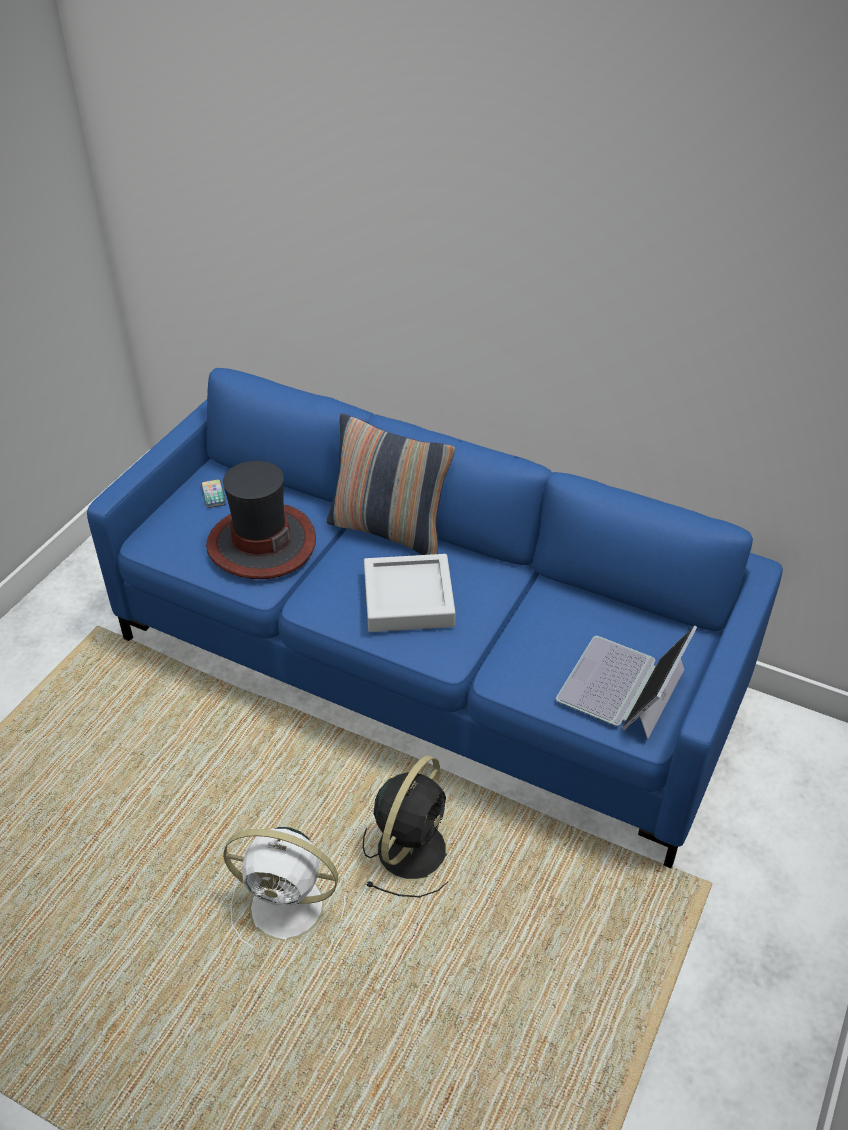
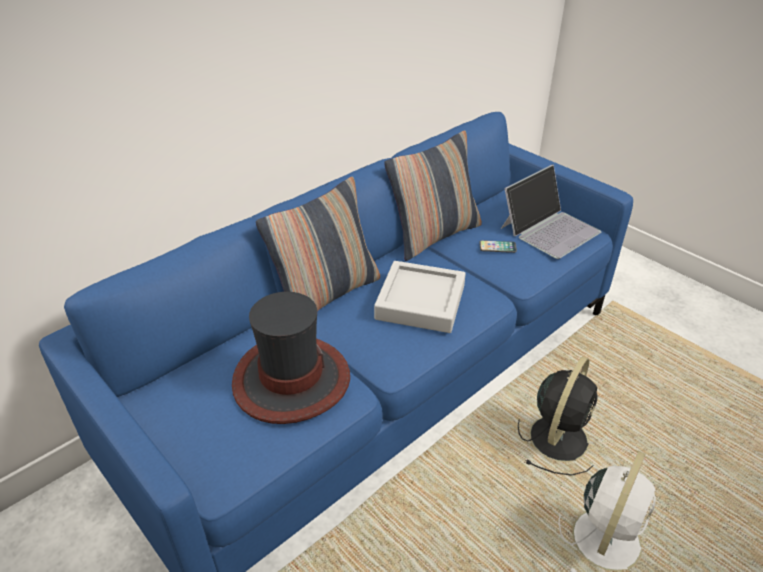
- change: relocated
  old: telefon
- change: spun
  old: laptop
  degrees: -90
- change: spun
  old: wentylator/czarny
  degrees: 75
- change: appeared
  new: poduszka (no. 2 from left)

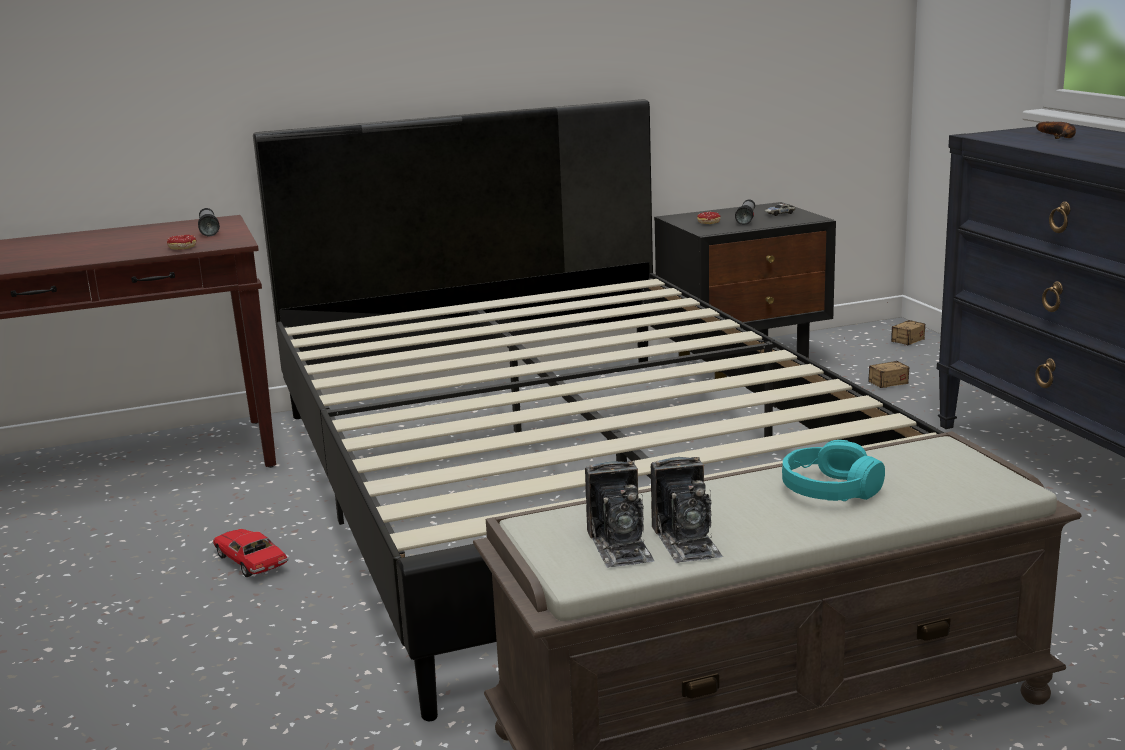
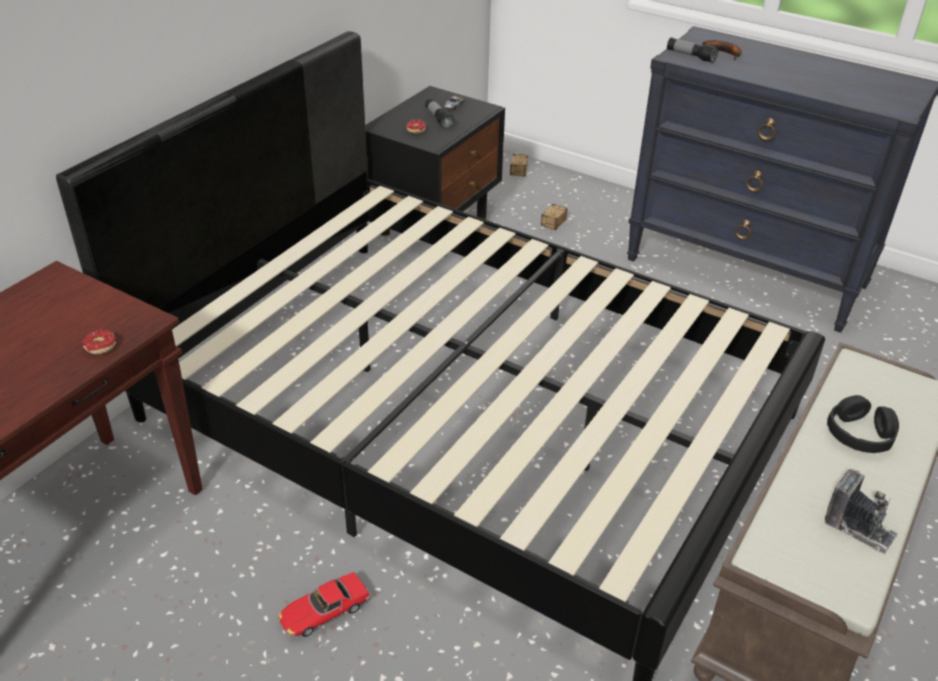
- change: relocated
  old: latarka (no. 1 from left in the first image)
  new: latarka (no. 2 from left)
- change: colour
  old: słuchawki/turkusowy
  new: słuchawki/czarny
- change: missing
  old: aparat fotograficzny (no. 1 from left)
- change: spun
  old: samochodzik (no. 1 from left)
  degrees: -45

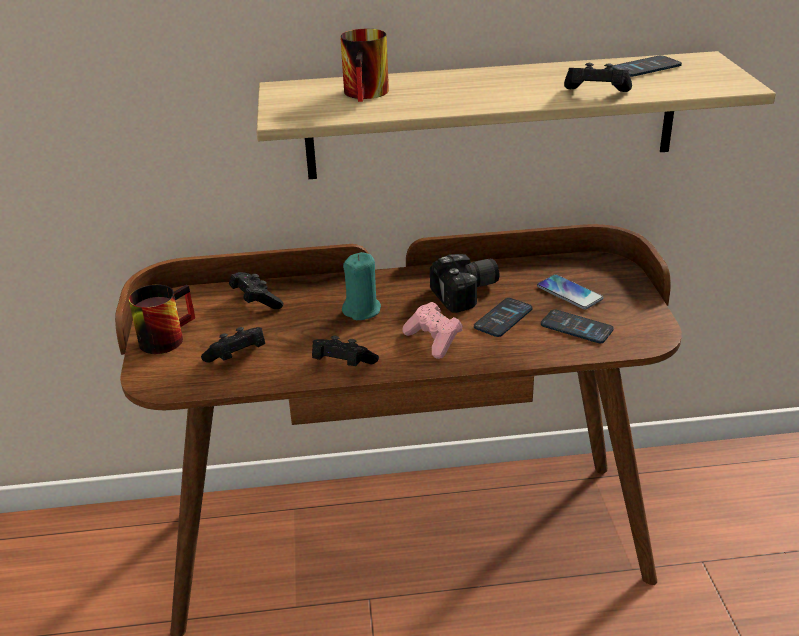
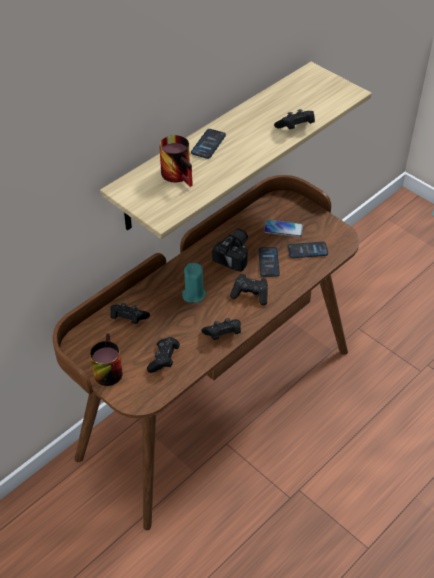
- change: relocated
  old: telefon (no. 4 from left in the first image)
  new: telefon (no. 1 from left)
- change: colour
  old: pad do gier/różowy
  new: pad do gier/czarny (no. 4 from left)

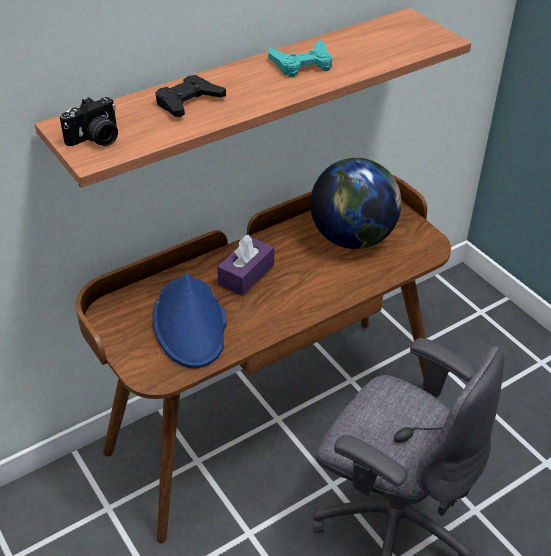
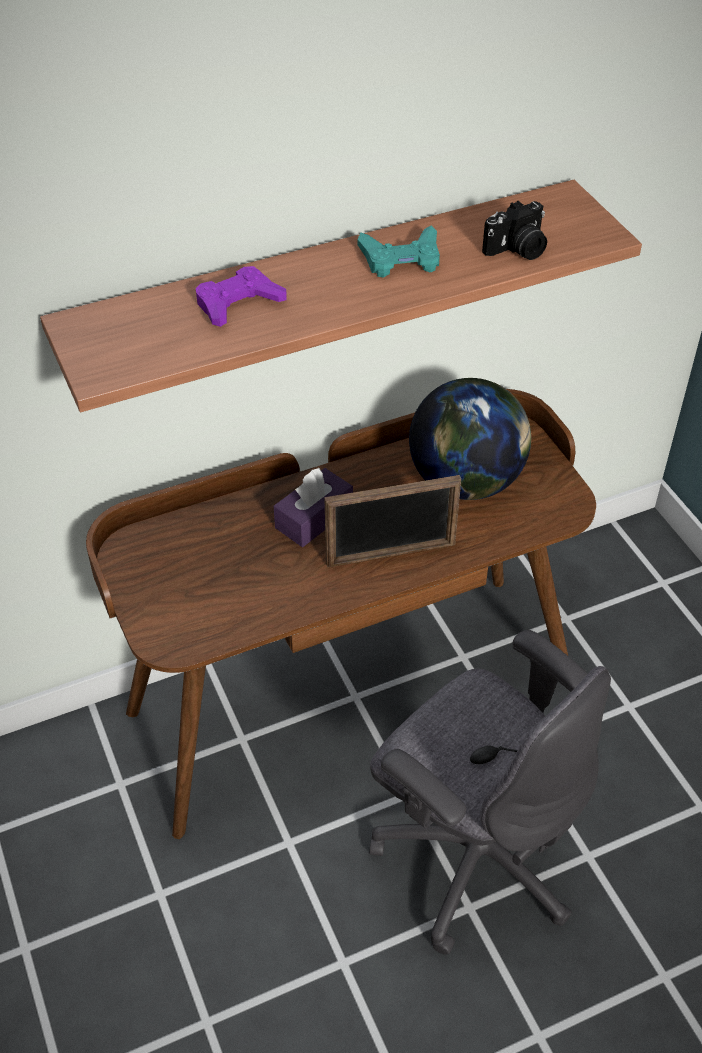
- change: colour
  old: pad do gier/czarny
  new: pad do gier/fioletowy
- change: relocated
  old: aparat fotograficzny
- change: missing
  old: kapelusz/niebieski
- change: appeared
  new: ramka na zdjęcie

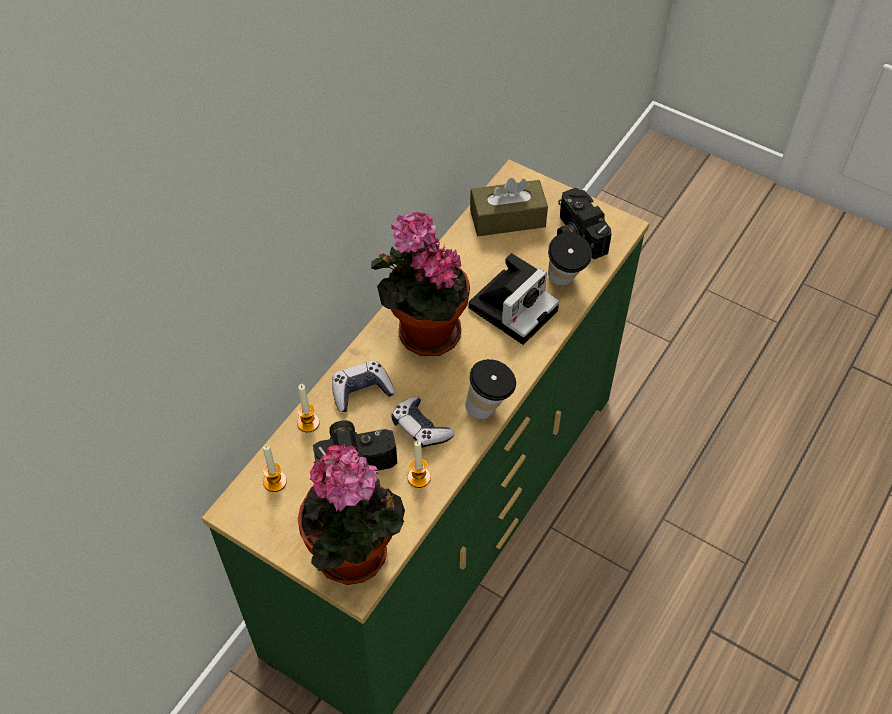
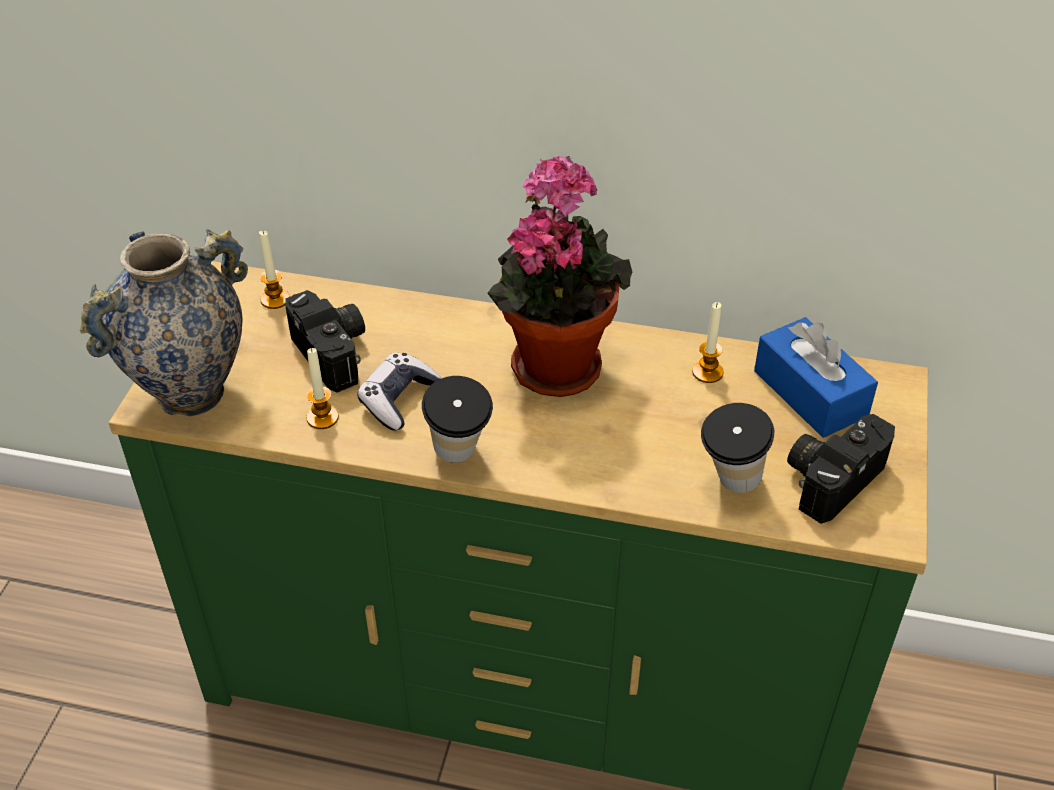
- change: colour
  old: pudełko chusteczek/brązowy
  new: pudełko chusteczek/niebieski
- change: missing
  old: aparat fotograficzny (no. 2 from left)
- change: missing
  old: pad do gier (no. 1 from left)
- change: relocated
  old: świeca (no. 2 from left in the first image)
  new: świeca (no. 3 from left)
- change: exchanged
  old: roślina doniczkowa (no. 1 from left)
  new: wazon

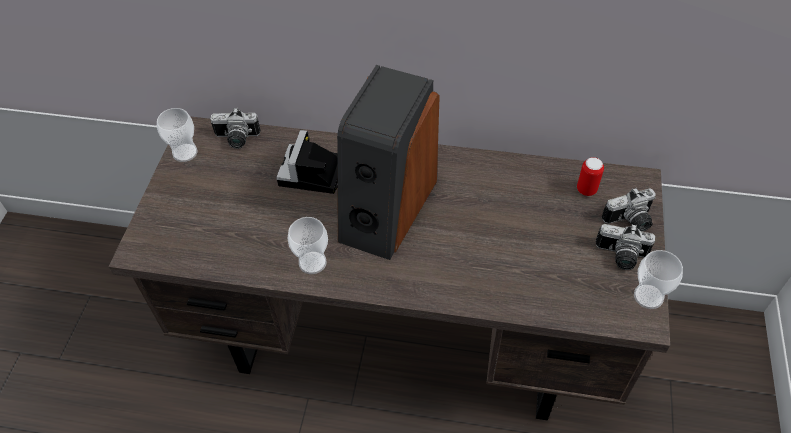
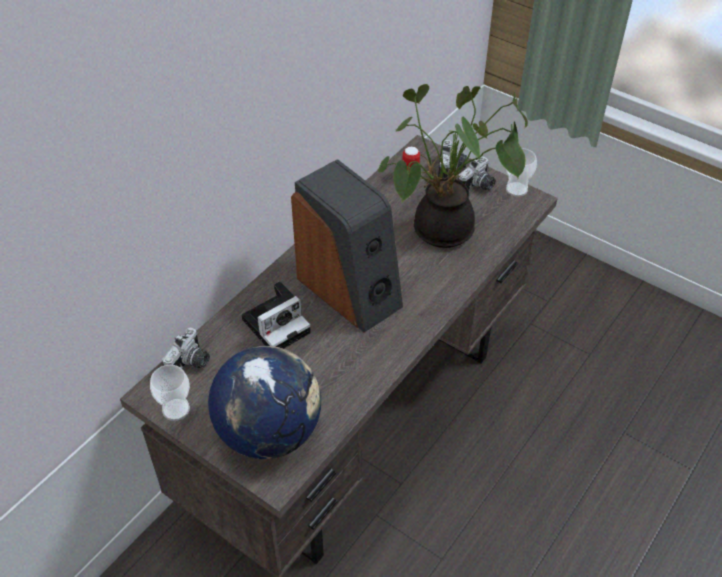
- change: spun
  old: aparat fotograficzny (no. 2 from left)
  degrees: -75
- change: missing
  old: filiżanka (no. 2 from left)
- change: appeared
  new: roślina doniczkowa
- change: appeared
  new: globus

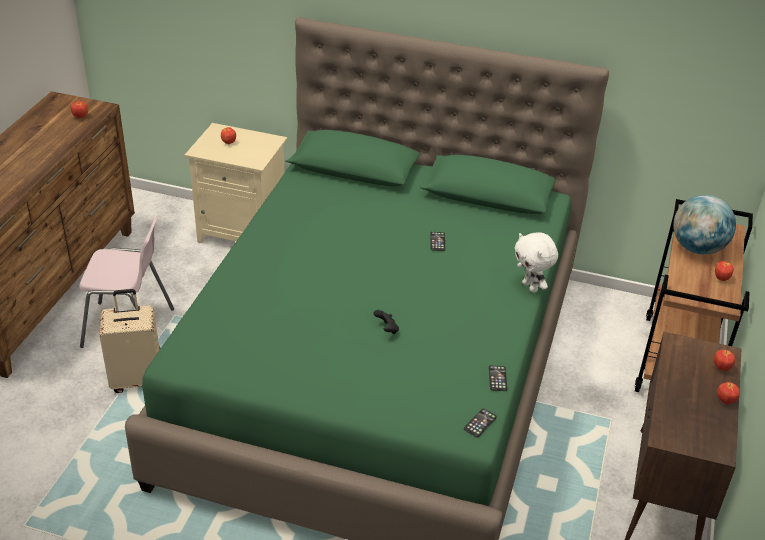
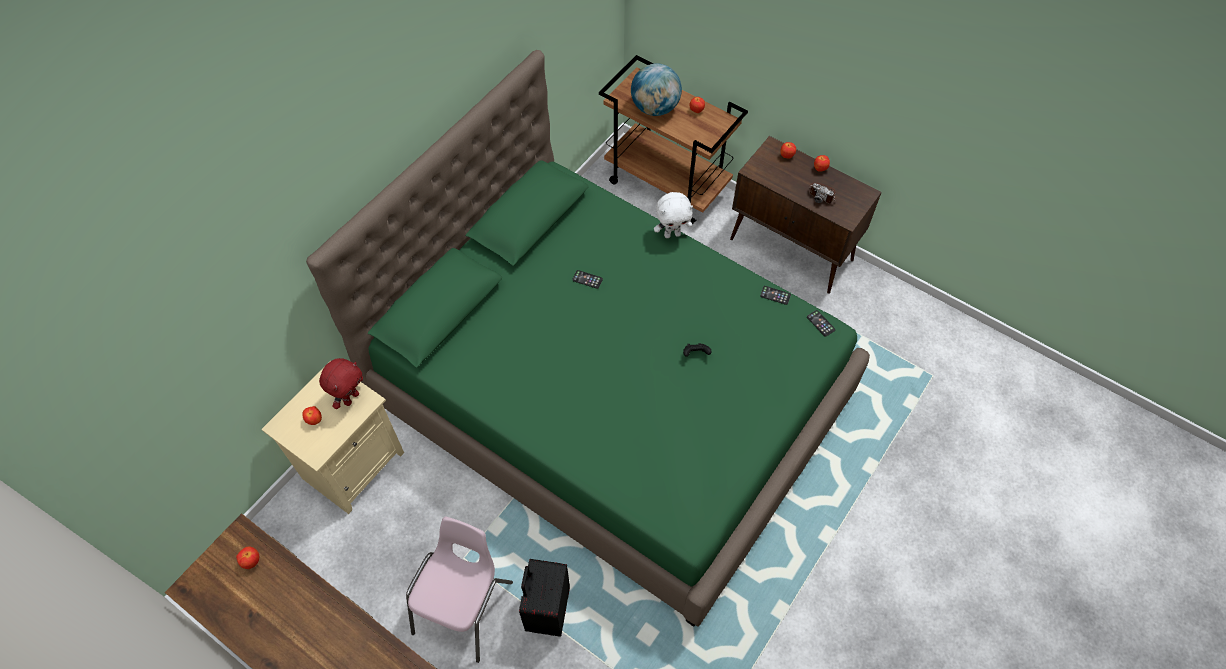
- change: colour
  old: walizka/beżowy
  new: walizka/czarny
- change: appeared
  new: aparat fotograficzny
- change: appeared
  new: pluszak/czerwony

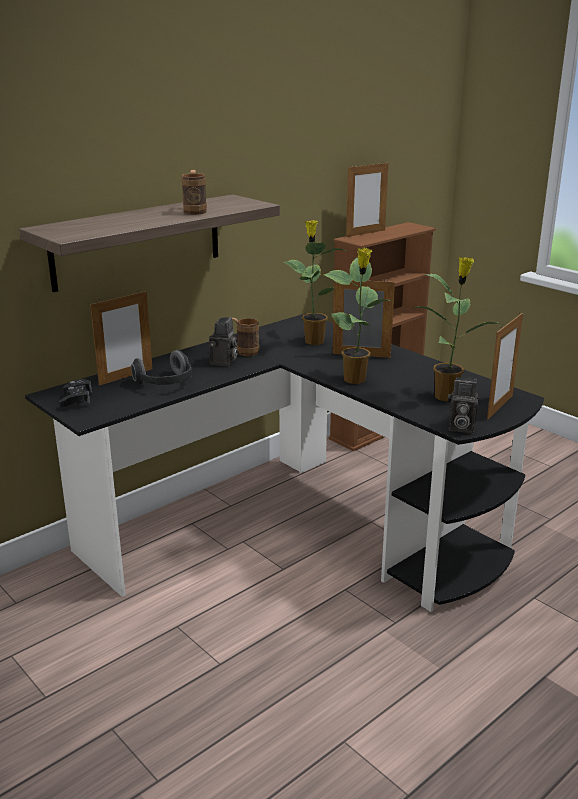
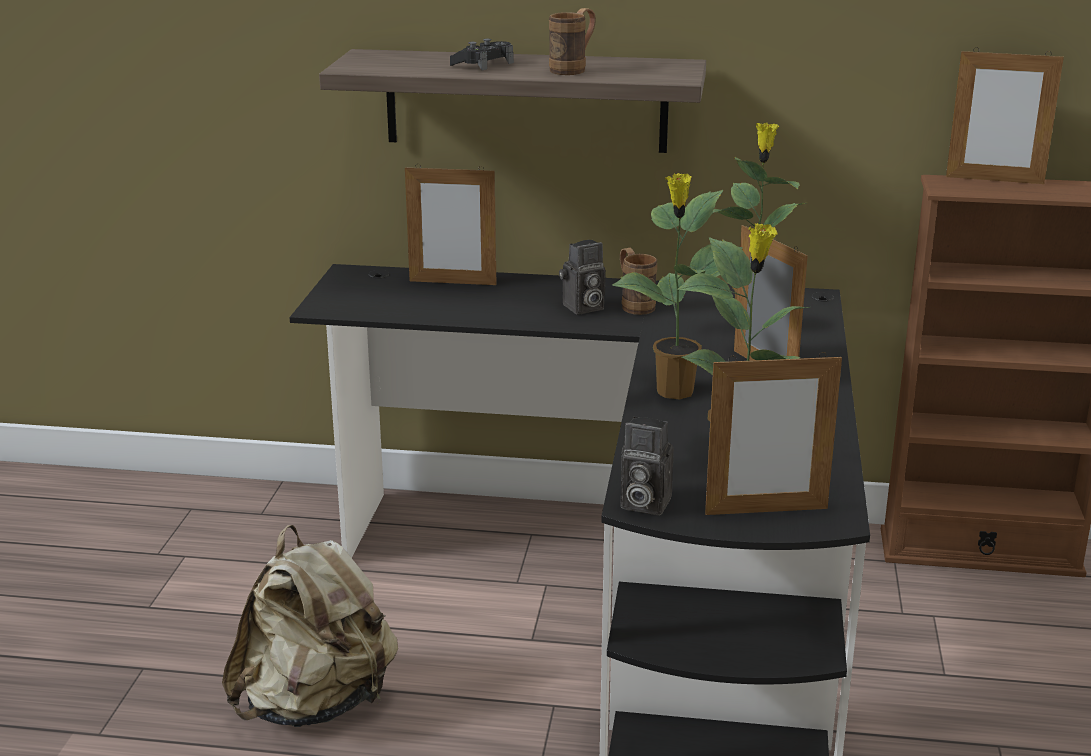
- change: missing
  old: słuchawki
- change: spun
  old: aparat fotograficzny (no. 2 from left)
  degrees: -45
- change: relocated
  old: pad do gier/czarny
- change: appeared
  new: plecak/beżowy

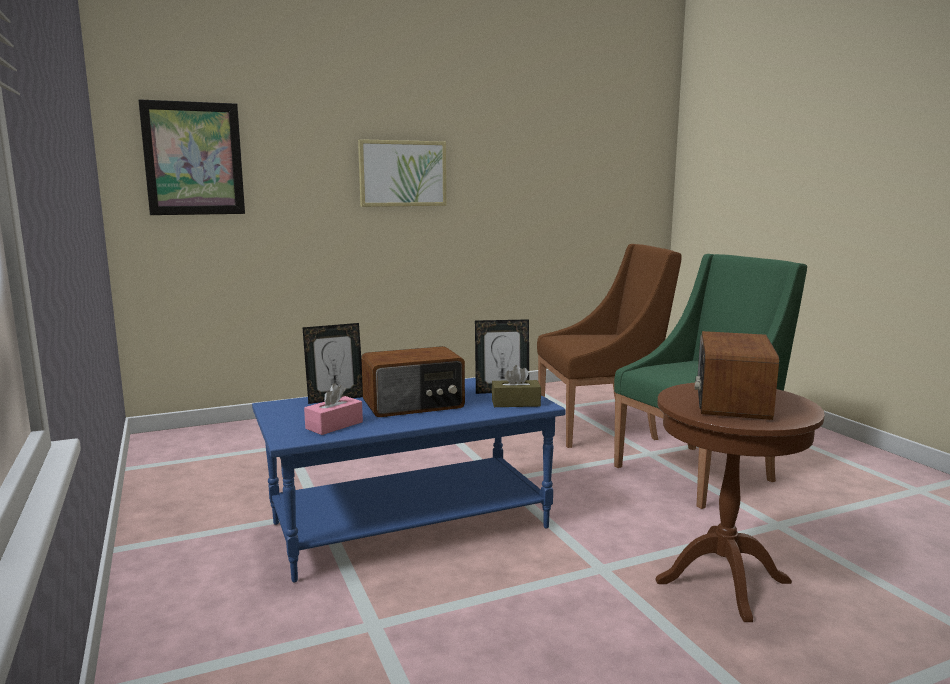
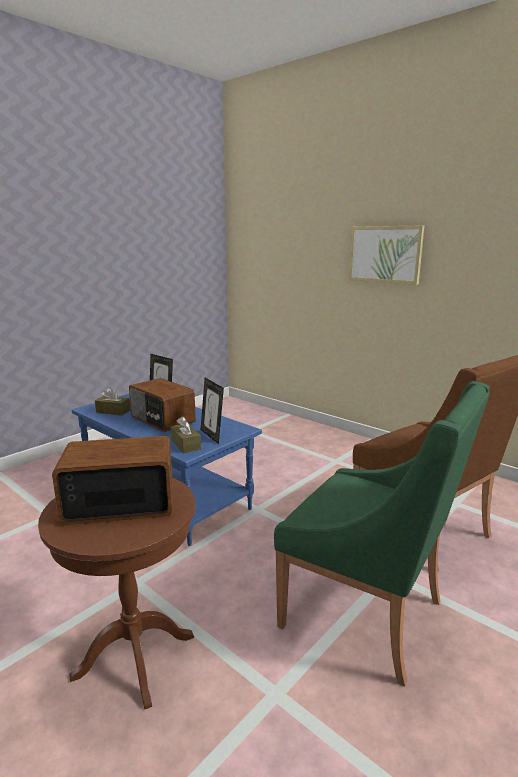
- change: missing
  old: obraz (no. 1 from left)
- change: colour
  old: pudełko chusteczek/różowy
  new: pudełko chusteczek/brązowy (no. 1 from left)

